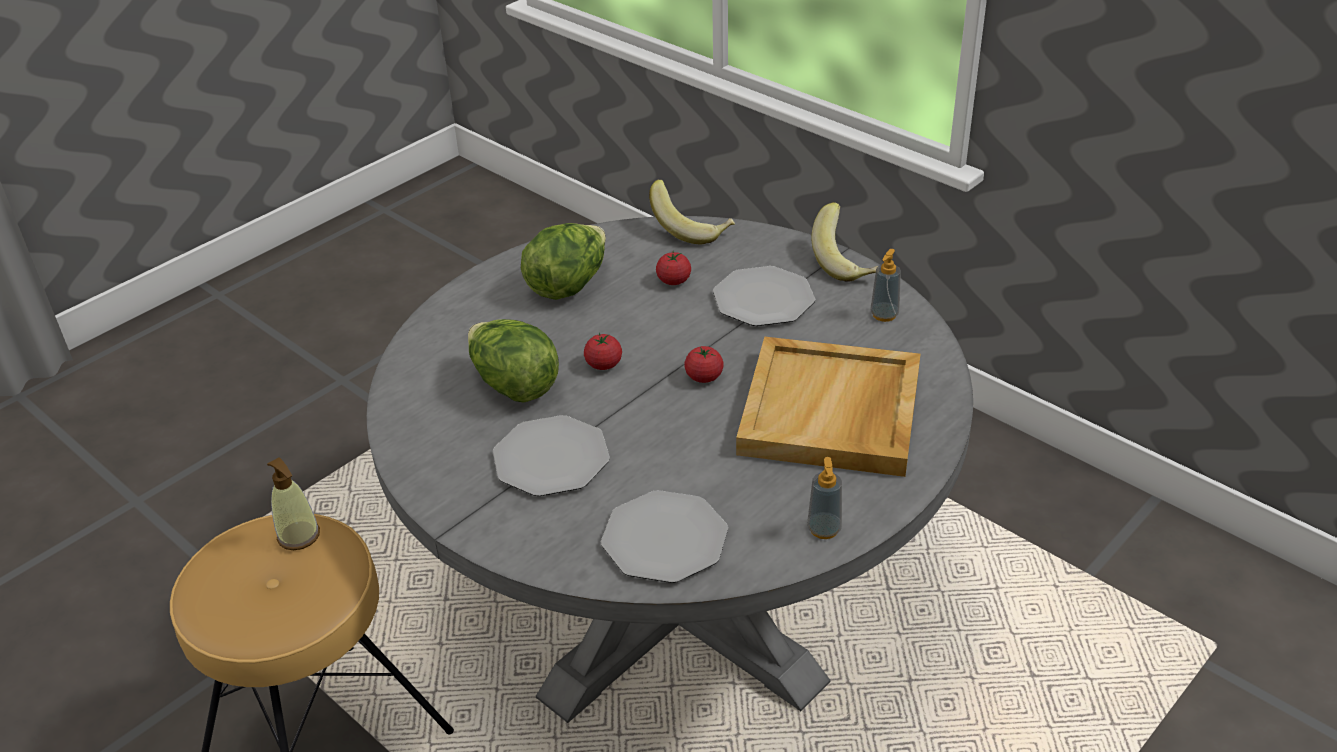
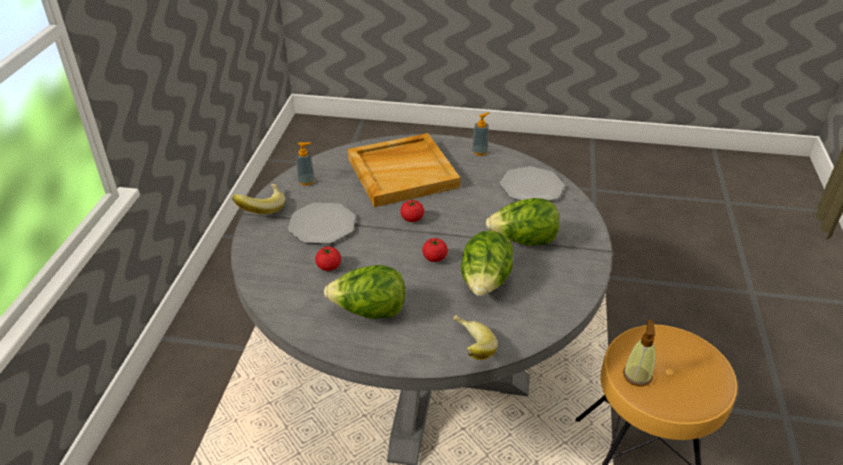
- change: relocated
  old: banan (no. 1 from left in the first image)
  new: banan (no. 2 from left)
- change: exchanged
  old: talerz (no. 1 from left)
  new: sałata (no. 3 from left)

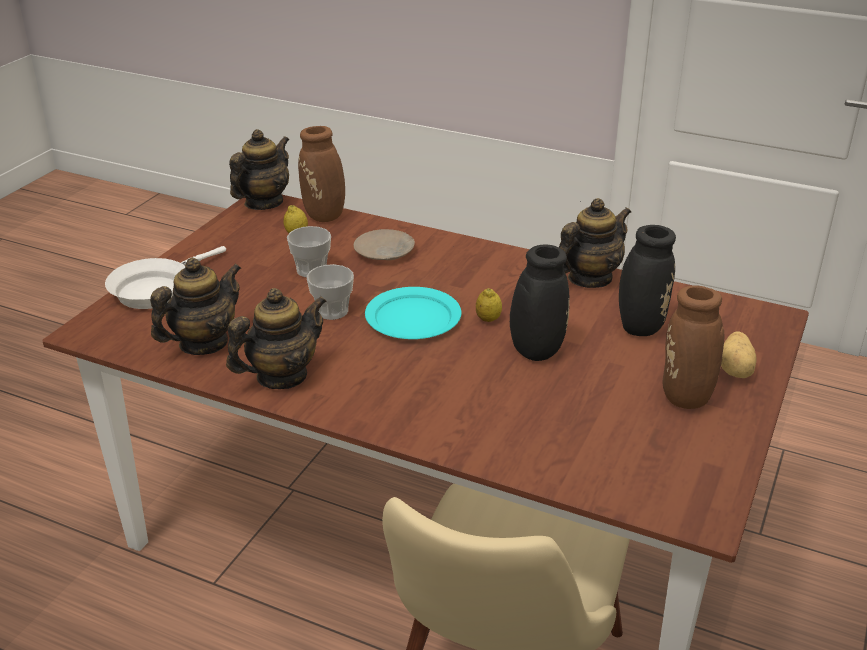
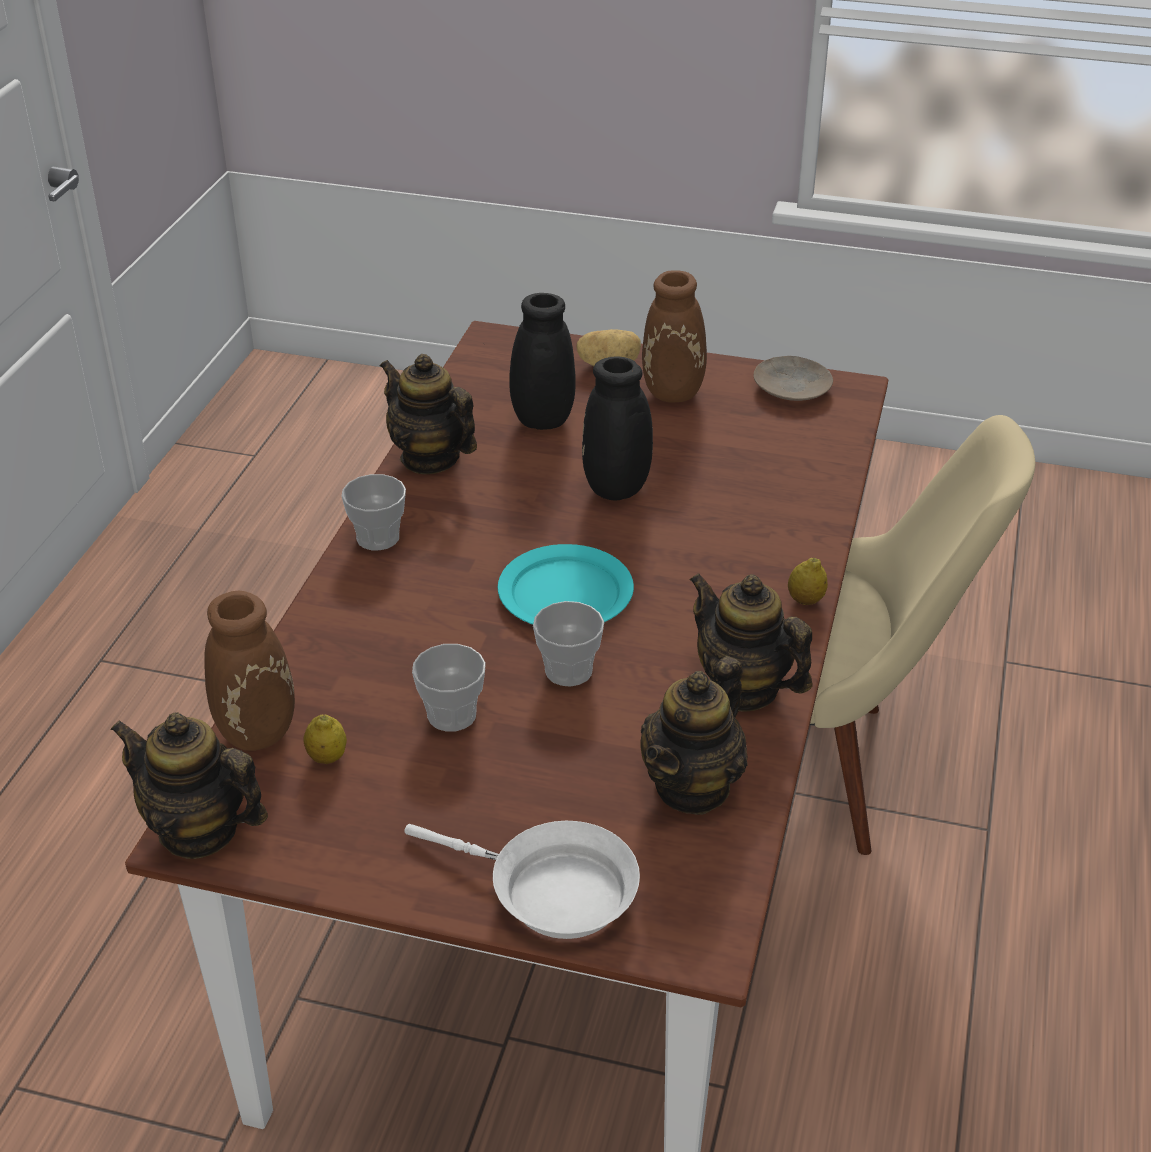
- change: relocated
  old: talerz/beżowy
- change: spun
  old: imbryk (no. 1 from left in the first image)
  degrees: -90
- change: relocated
  old: cytryna (no. 2 from left)
- change: appeared
  new: filiżanka (no. 1 from left)

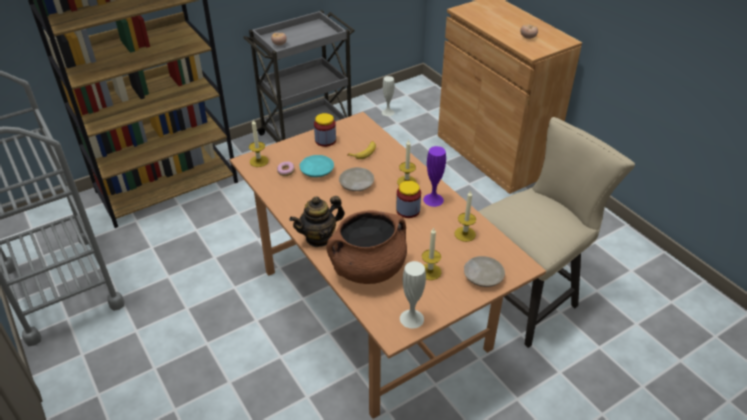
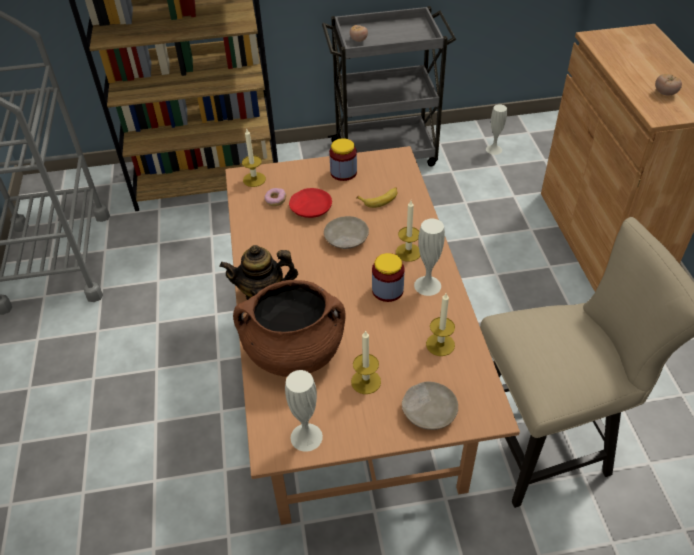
- change: colour
  old: wazon/fioletowy
  new: wazon/biały (no. 2 from left)
- change: colour
  old: talerz/turkusowy
  new: talerz/czerwony

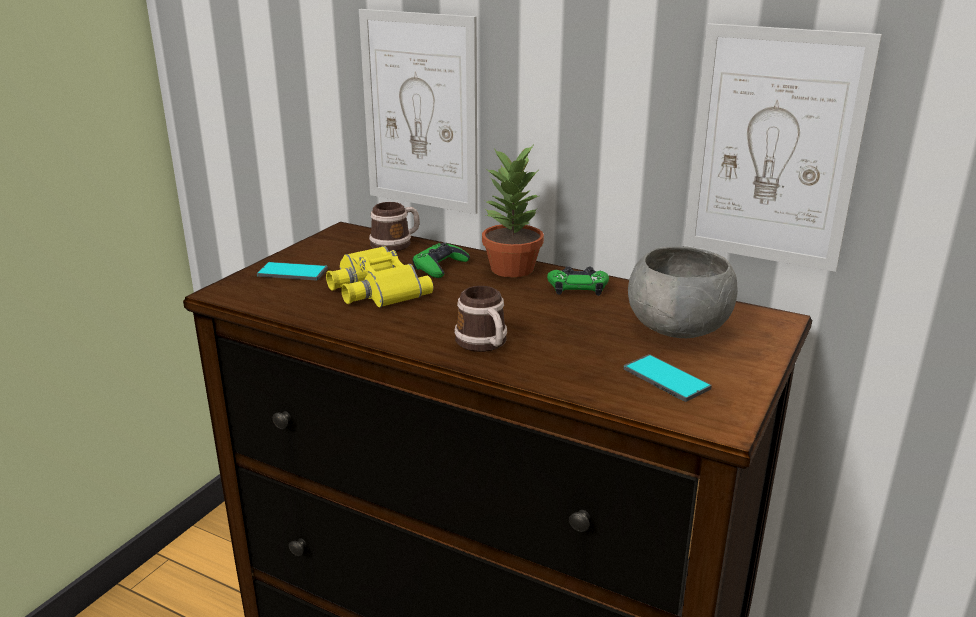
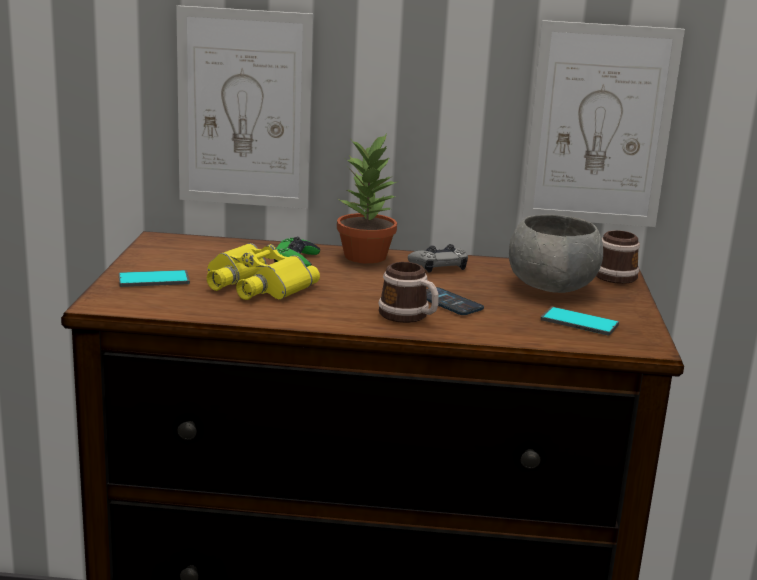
- change: relocated
  old: kubek (no. 1 from left in the first image)
  new: kubek (no. 2 from left)
- change: colour
  old: pad do gier/zielony (no. 2 from left)
  new: pad do gier/szary
- change: appeared
  new: telefon (no. 2 from left)

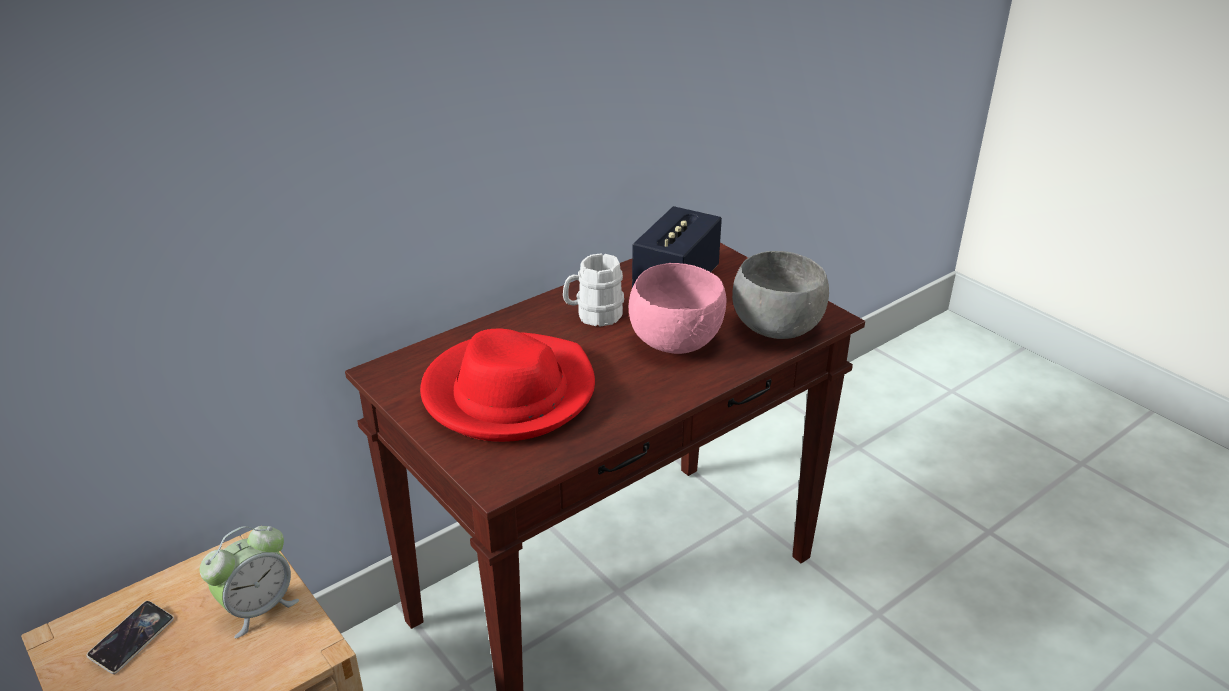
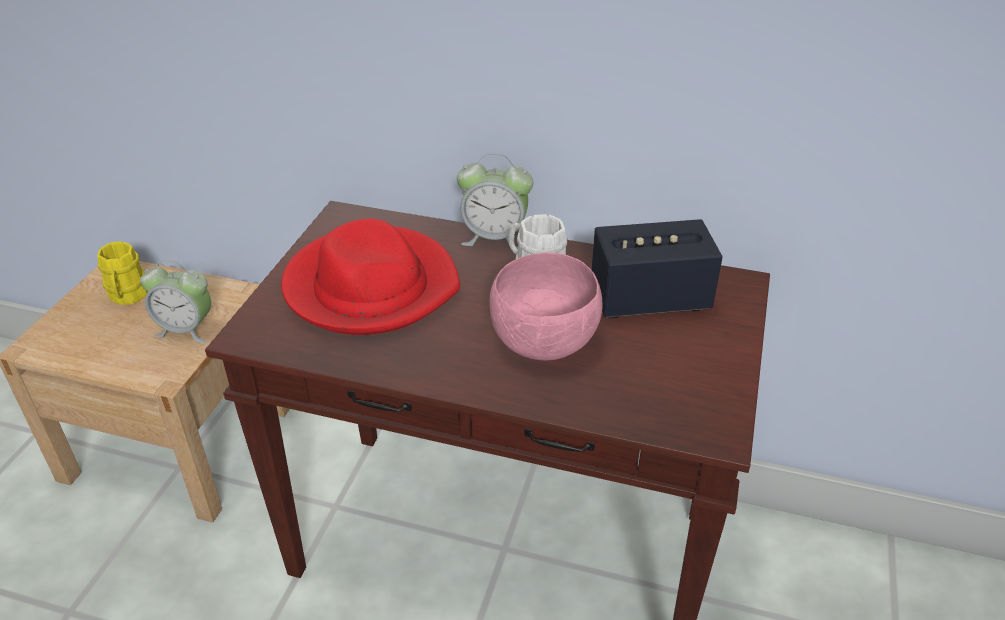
- change: missing
  old: miska/szary
- change: exchanged
  old: telefon
  new: kubek/żółty
- change: appeared
  new: budzik (no. 2 from left)

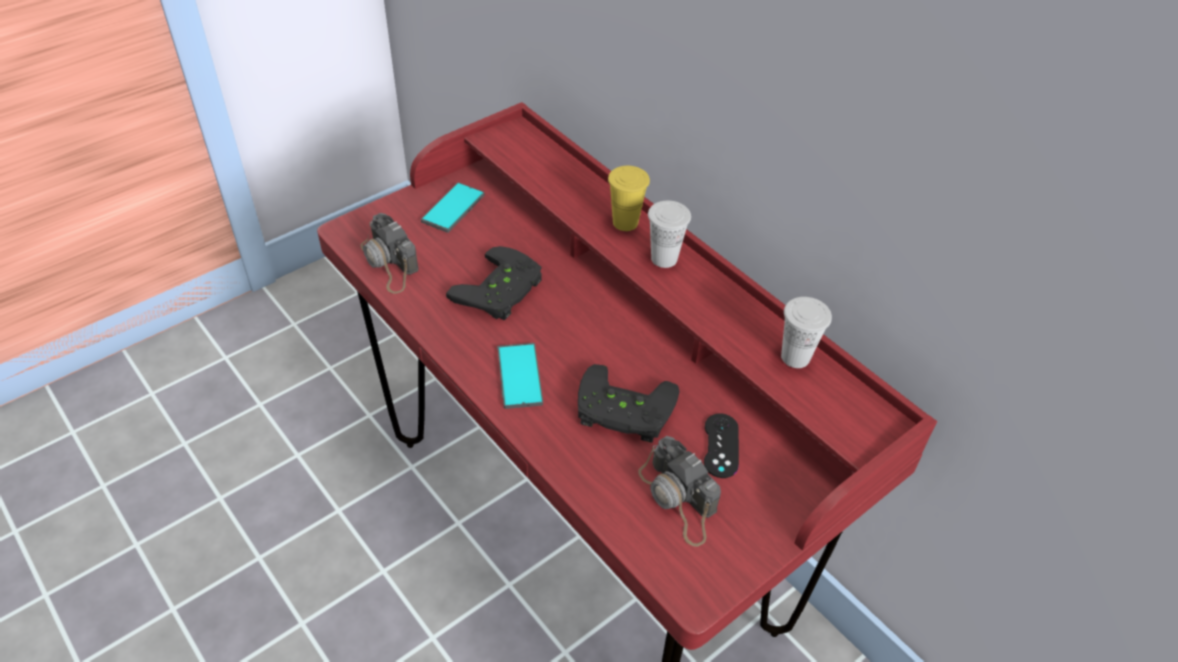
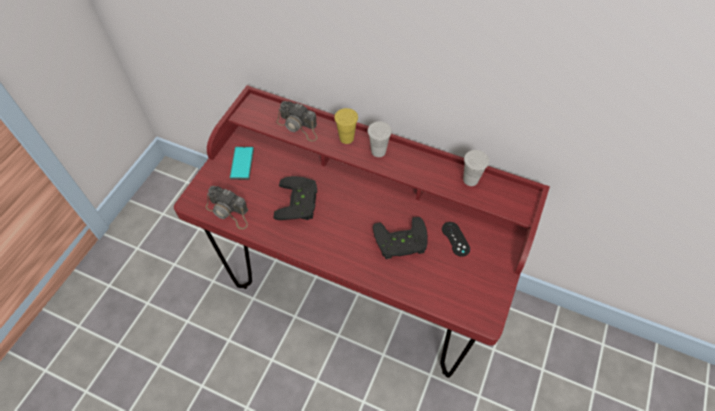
- change: missing
  old: telefon (no. 2 from left)
- change: relocated
  old: aparat fotograficzny (no. 2 from left)

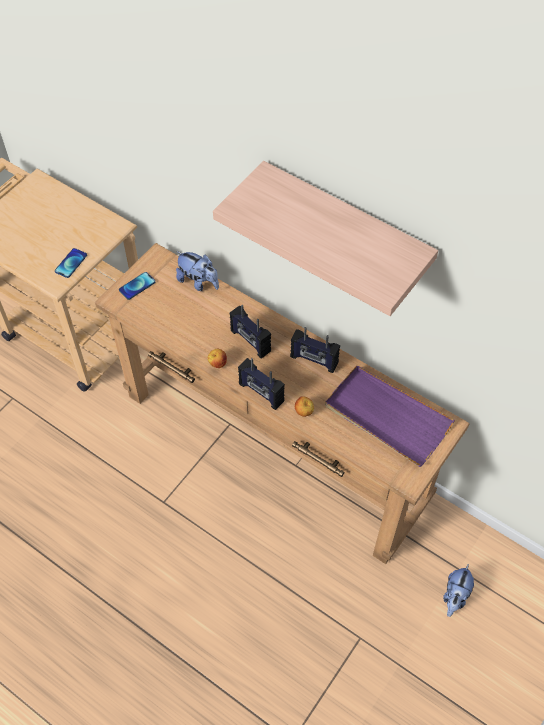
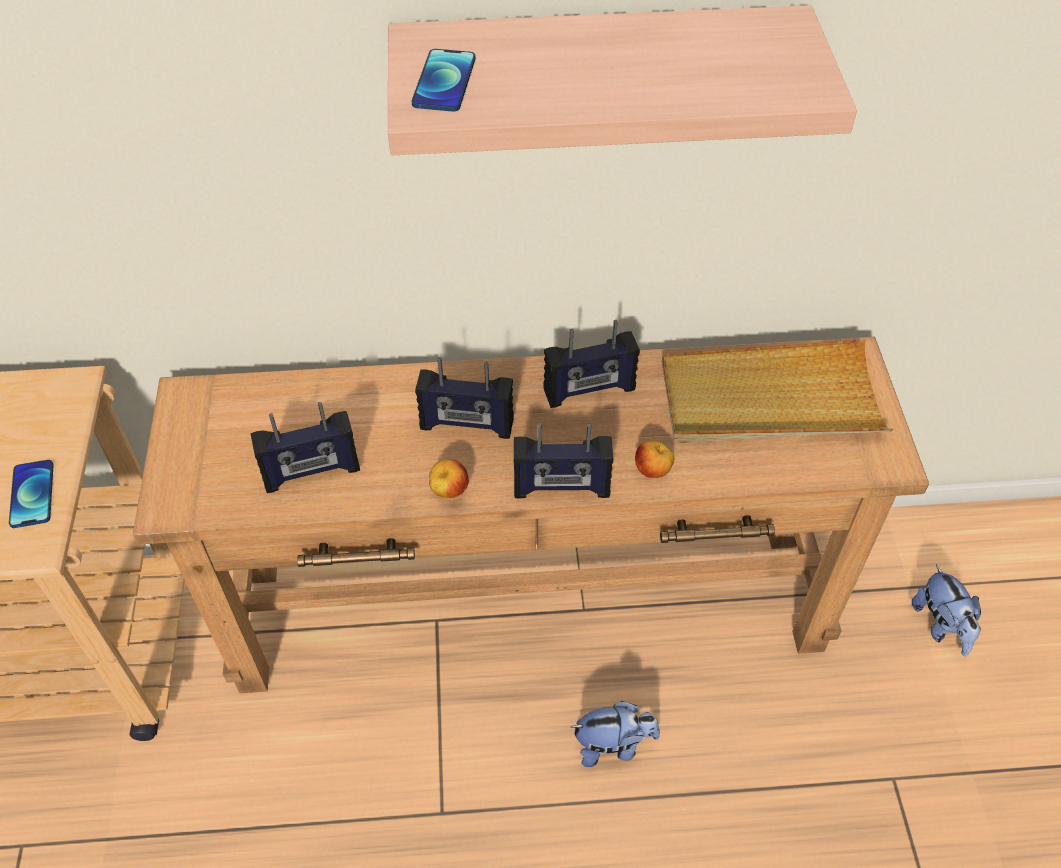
- change: relocated
  old: pluszak (no. 1 from left)
- change: relocated
  old: telefon (no. 2 from left)
- change: colour
  old: taca/fioletowy
  new: taca/beżowy
- change: appeared
  new: radio (no. 1 from left)

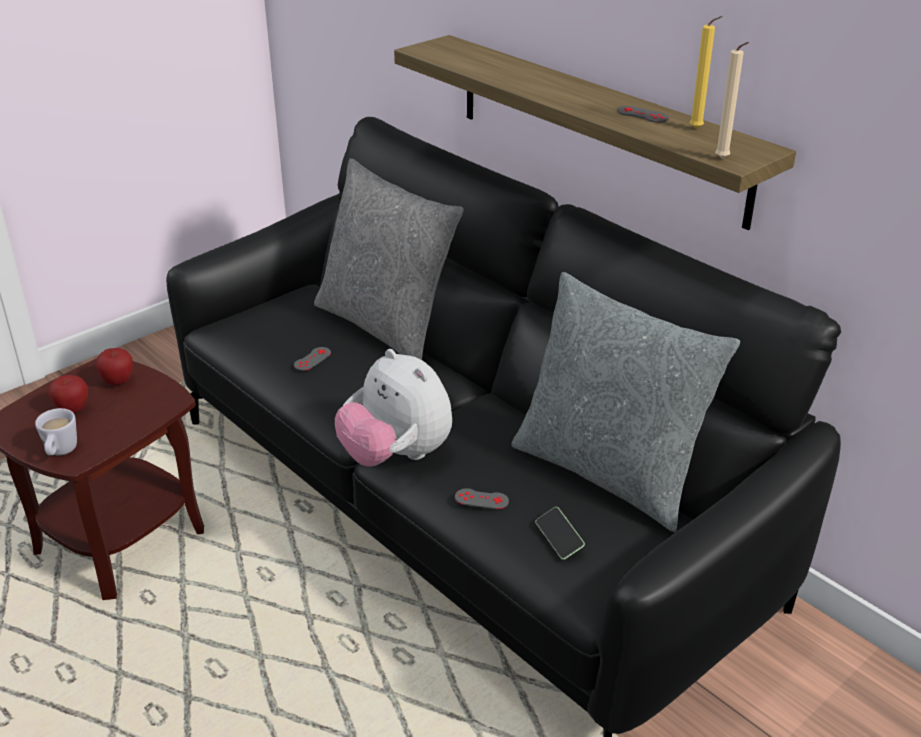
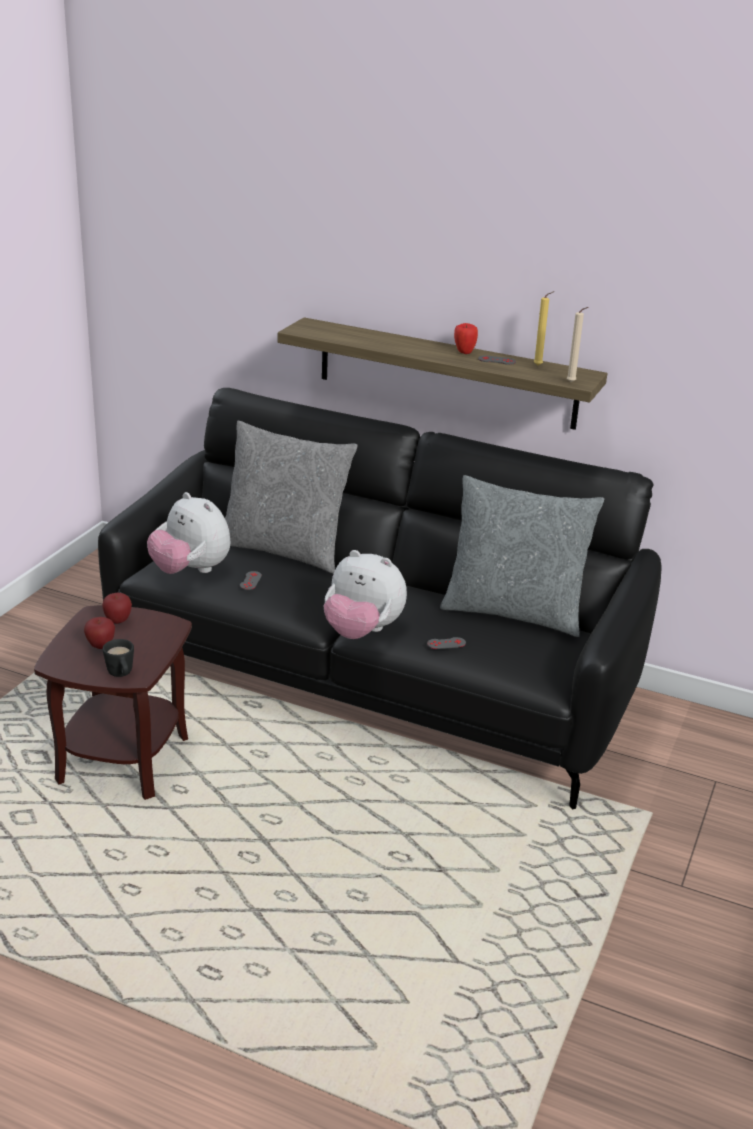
- change: colour
  old: kubek/biały
  new: kubek/czarny
- change: missing
  old: telefon
- change: appeared
  new: jabłko (no. 3 from left)
- change: appeared
  new: pluszak (no. 1 from left)

